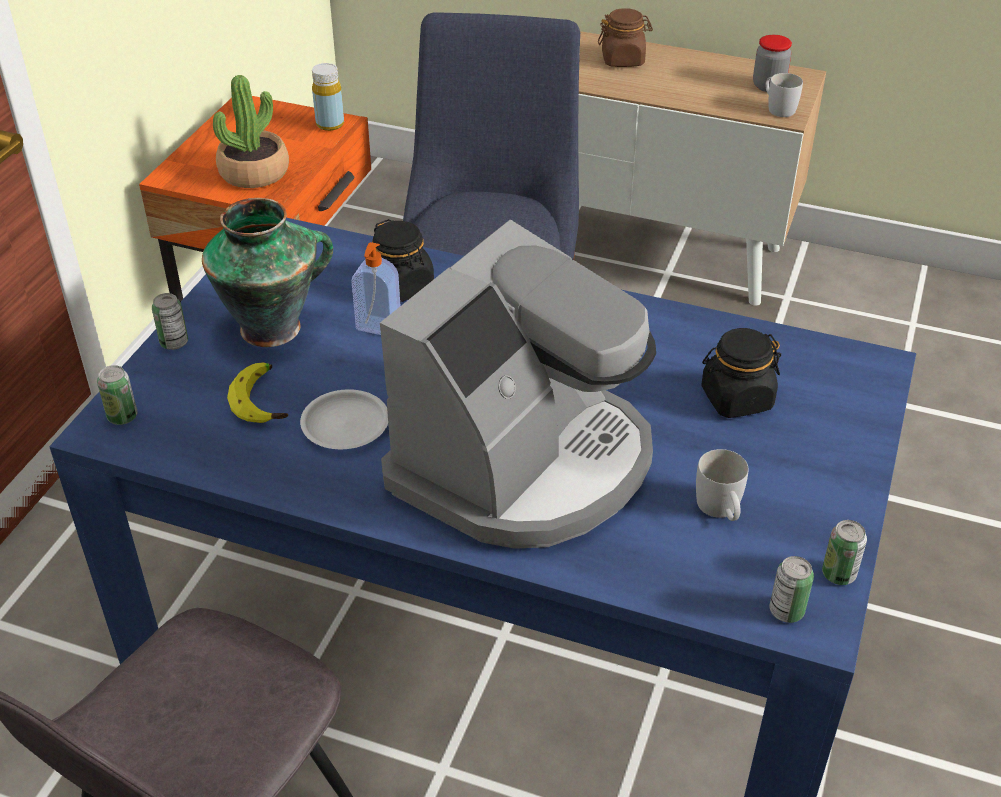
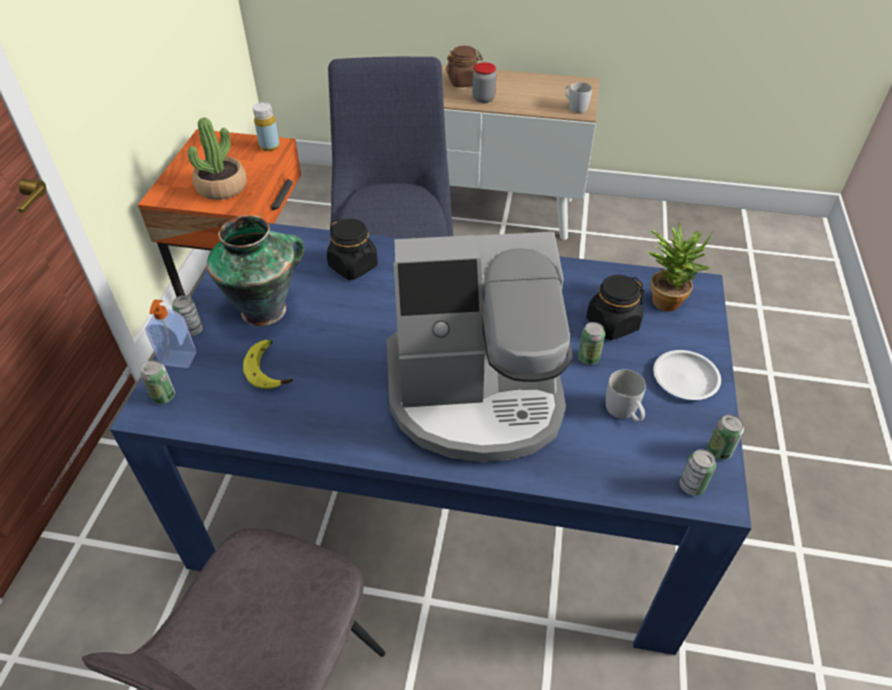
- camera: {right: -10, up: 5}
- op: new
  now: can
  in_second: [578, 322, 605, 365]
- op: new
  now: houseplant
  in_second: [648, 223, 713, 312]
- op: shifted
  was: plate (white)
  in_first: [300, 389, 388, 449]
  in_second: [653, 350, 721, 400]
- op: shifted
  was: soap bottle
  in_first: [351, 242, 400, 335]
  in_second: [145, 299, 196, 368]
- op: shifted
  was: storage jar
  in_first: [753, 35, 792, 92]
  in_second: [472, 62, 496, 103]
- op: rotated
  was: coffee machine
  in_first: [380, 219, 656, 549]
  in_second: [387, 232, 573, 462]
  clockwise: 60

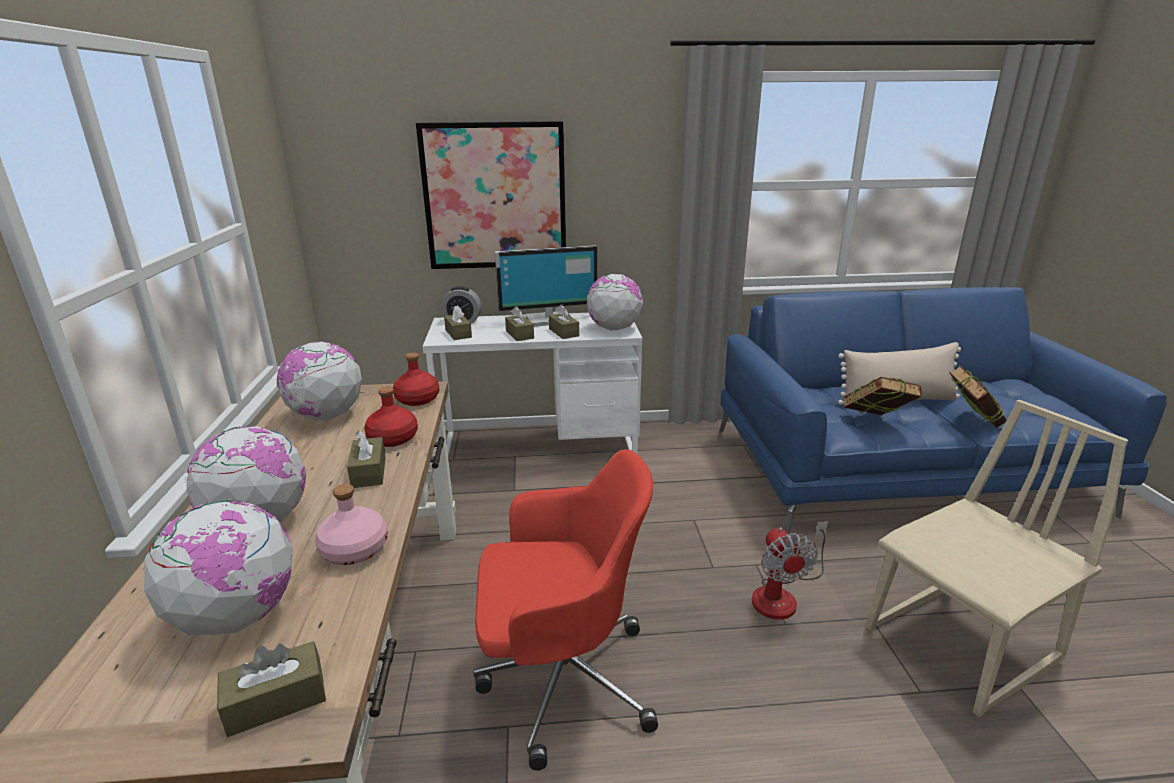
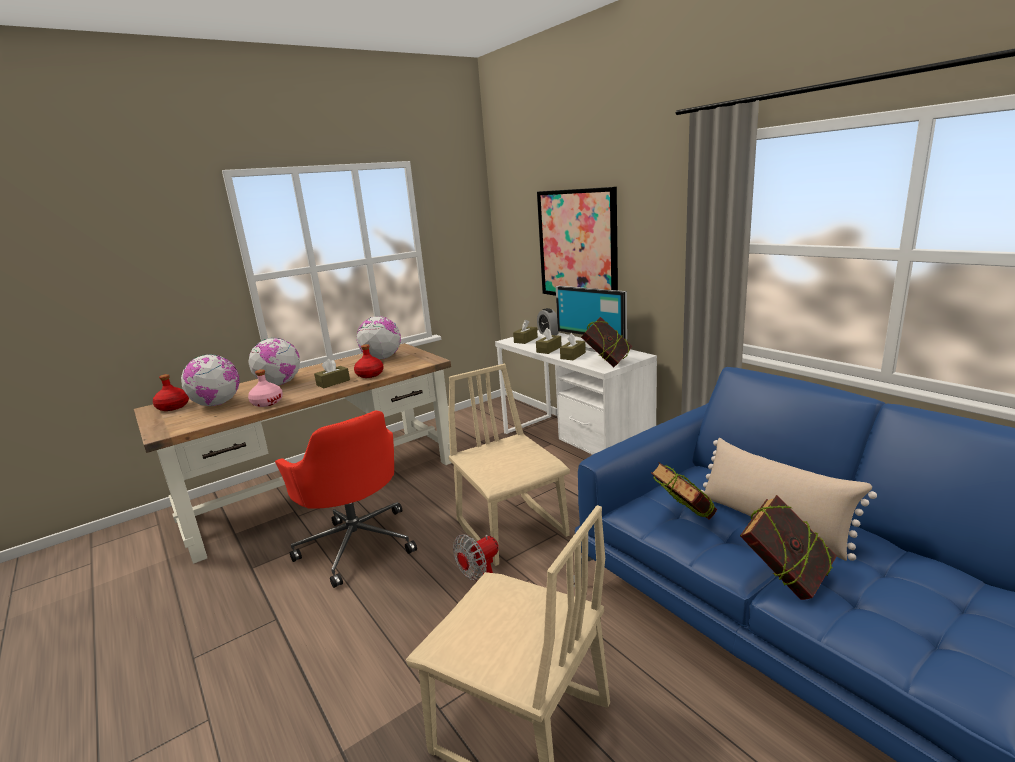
- camera: {right: 60, up: -5}
- op: gone
  was: tissue box (brownish)
  in_first: [217, 641, 326, 737]
- op: new
  now: upright chair (sand-coloured)
  in_second: [448, 364, 570, 566]
- op: shifted
  was: beverage bottle (reddish)
  in_first: [393, 353, 440, 406]
  in_second: [153, 374, 189, 411]
- op: swapped
  was: world globe
  now: bound book
  in_first: [587, 273, 643, 331]
  in_second: [581, 317, 633, 368]

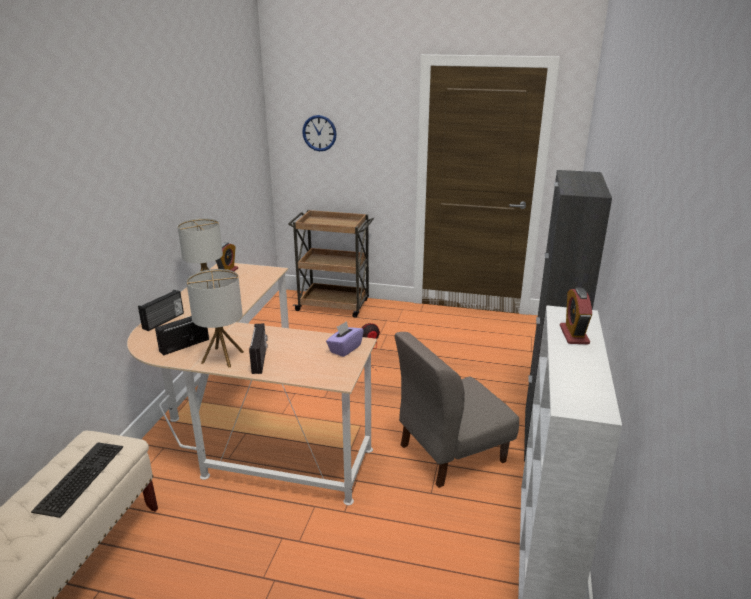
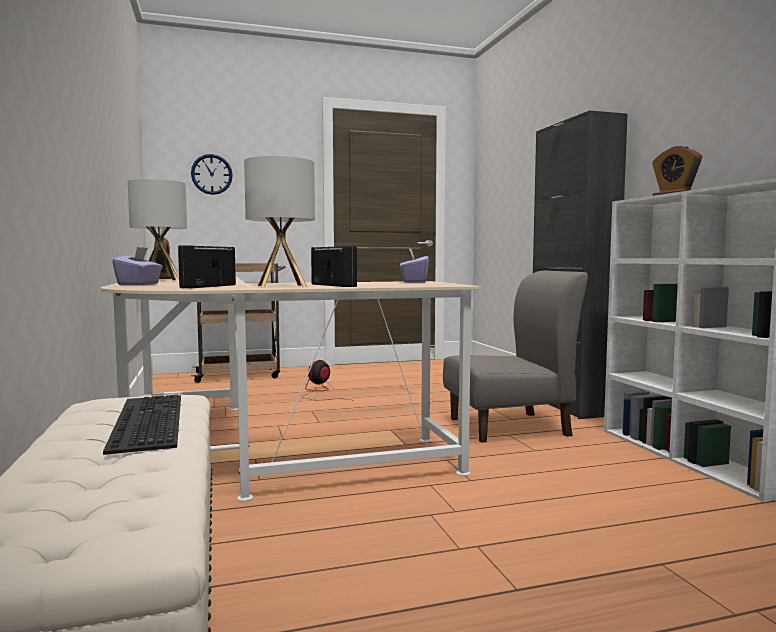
- camera: {right: -30, up: -20}
- op: swapped
  was: radio set
  now: tissue box (purplish)
  in_first: [138, 290, 184, 331]
  in_second: [112, 247, 162, 286]
- op: rotated
  was: upright chair (greyish)
  in_first: [394, 332, 519, 488]
  in_second: [443, 271, 588, 443]
  clockwise: -135

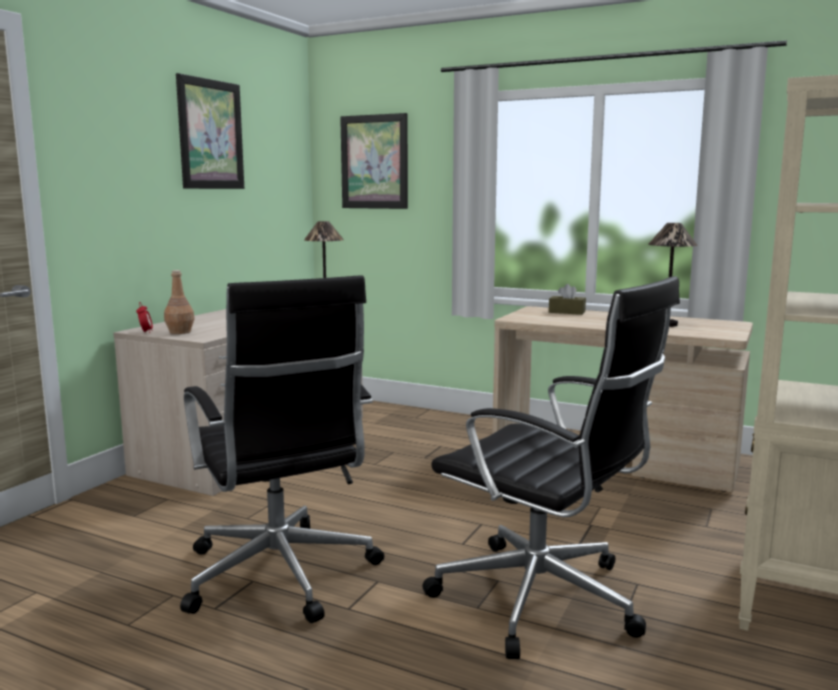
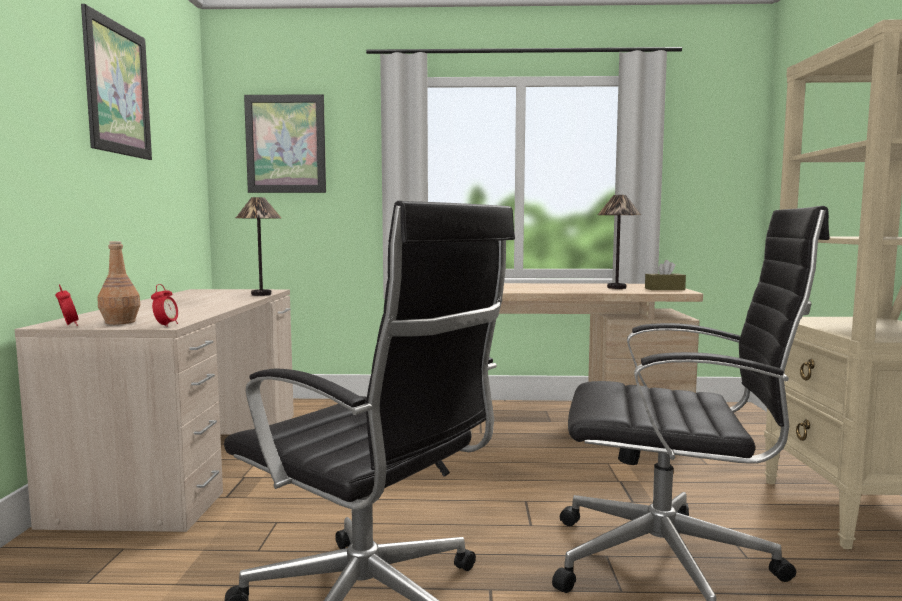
- camera: {right: -25, up: -5}
- op: new
  now: alarm clock
  in_second: [151, 284, 178, 327]
- op: shifted
  was: tissue box (brownish)
  in_first: [549, 284, 586, 315]
  in_second: [645, 260, 686, 290]

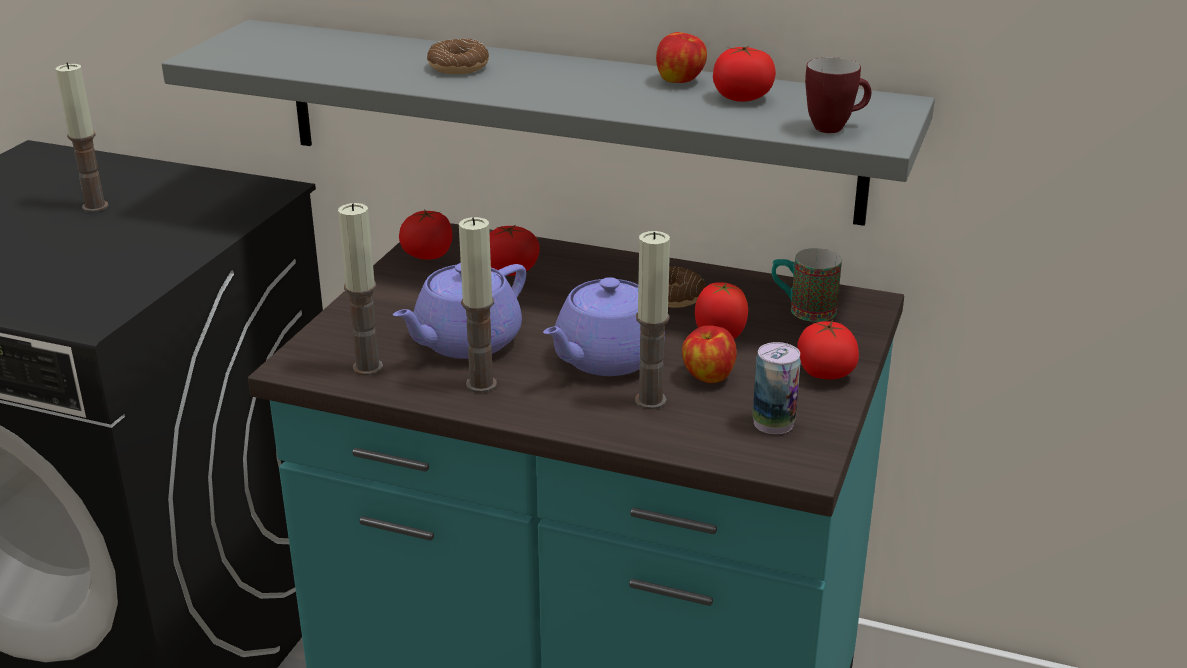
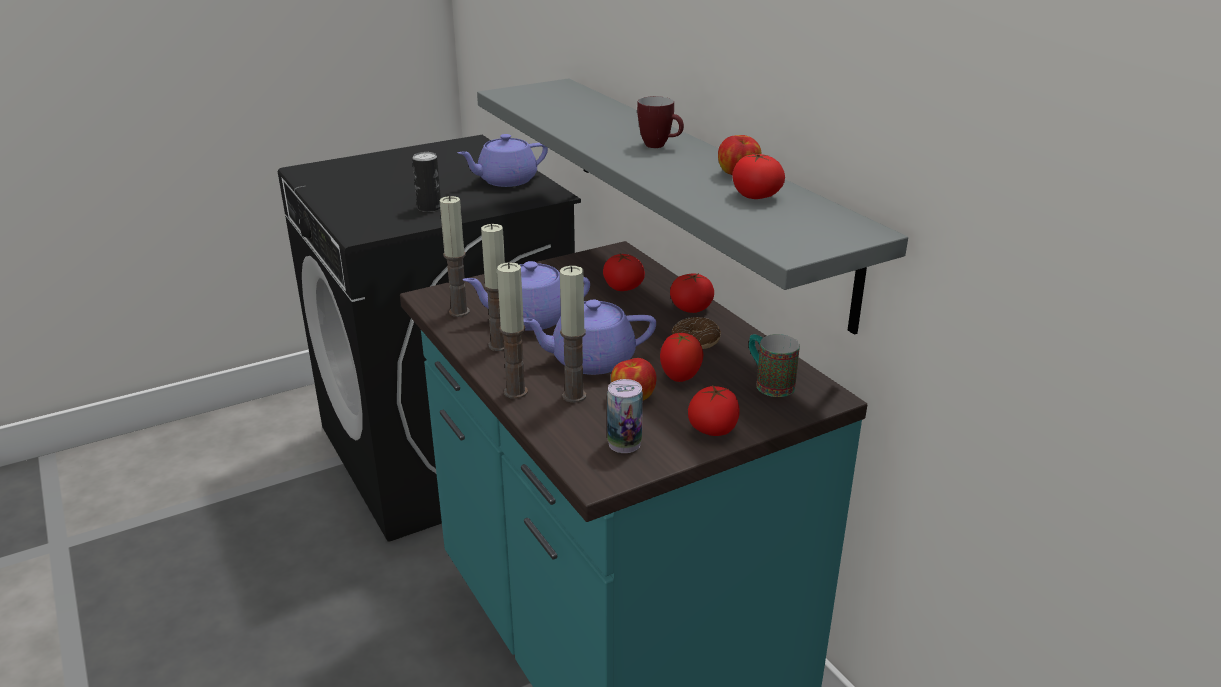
- camera: {right: 40, up: 0}
- op: gone
  was: ring doughnut
  in_first: [427, 39, 489, 74]
- op: new
  now: can
  in_second: [412, 152, 441, 212]
- op: new
  now: tea pot (purplish)
  in_second: [458, 134, 548, 187]
- op: shifted
  was: candle
  in_first: [55, 62, 108, 212]
  in_second: [497, 262, 528, 399]
- op: shifted
  was: whole tomato
  in_first: [399, 209, 453, 260]
  in_second: [670, 273, 714, 313]
- op: shifted
  was: mug
  in_first: [805, 57, 871, 133]
  in_second: [637, 96, 684, 148]

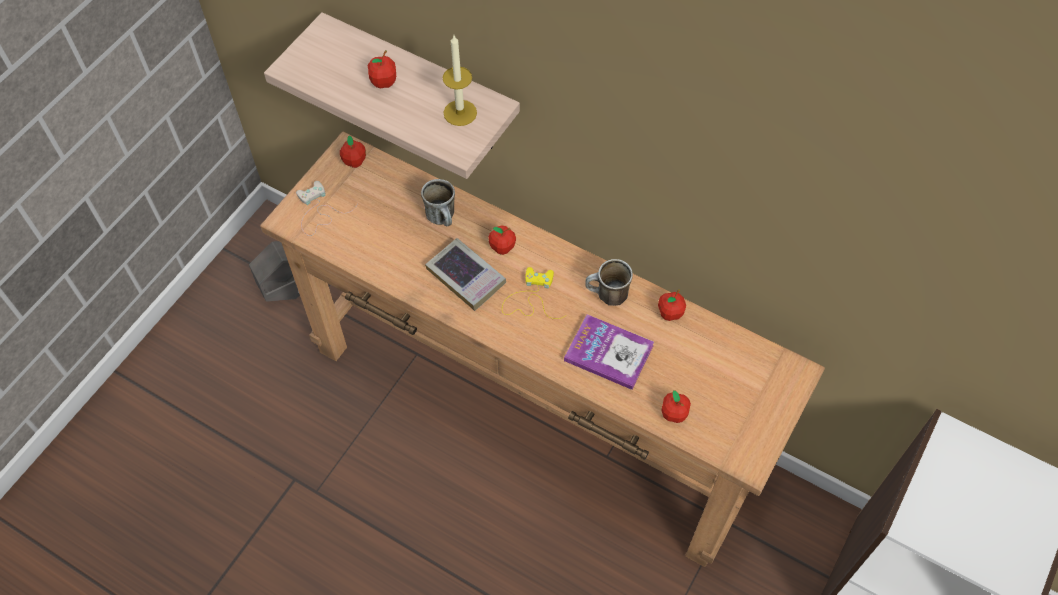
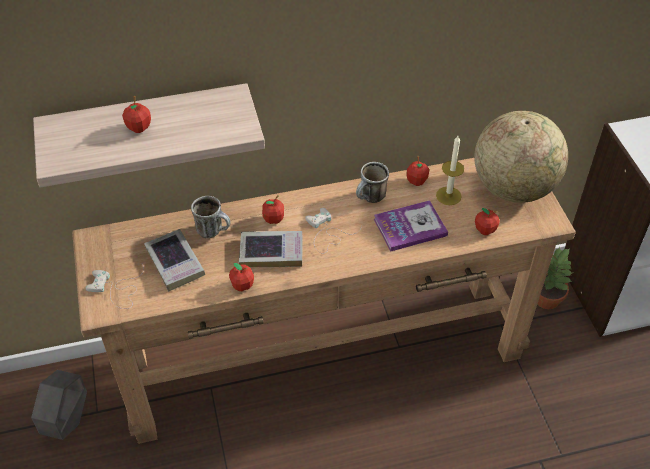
- camera: {right: -45, up: -10}
- op: new
  now: bound book
  in_second: [144, 229, 205, 291]
- op: new
  now: world globe
  in_second: [474, 111, 568, 203]
- op: new
  now: houseplant
  in_second: [537, 247, 572, 309]
- op: shifted
  was: apple
  in_first: [340, 136, 366, 168]
  in_second: [229, 263, 254, 291]
- op: shifted
  was: candle
  in_first: [443, 35, 477, 126]
  in_second: [436, 136, 464, 205]
- op: repainted
  was: game controller (yellow)
  now: game controller (white)
  in_first: [502, 267, 565, 319]
  in_second: [305, 208, 362, 254]

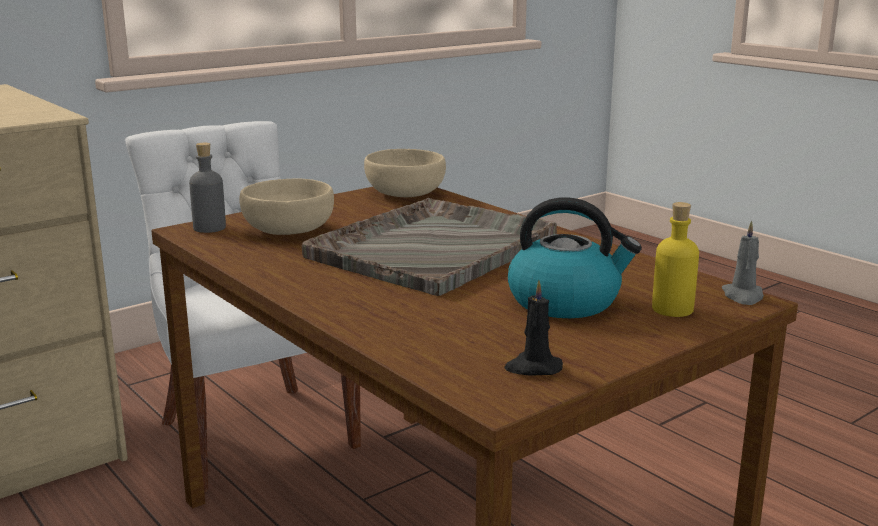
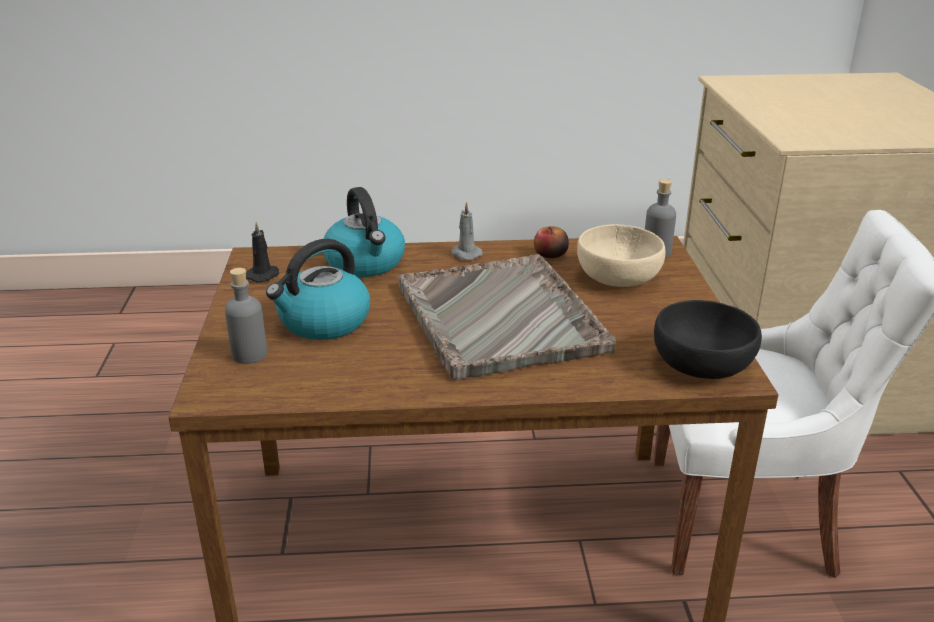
- camera: {right: 125, up: 10}
- op: new
  now: tea kettle
  in_second: [323, 187, 405, 277]
- op: new
  now: apple
  in_second: [534, 226, 569, 258]
- op: shifted
  was: candle (greyish)
  in_first: [722, 221, 764, 305]
  in_second: [451, 202, 483, 260]
- op: repainted
  was: bowl (sand-coloured)
  now: bowl (black)
  in_first: [364, 149, 446, 197]
  in_second: [654, 300, 762, 379]
- op: repainted
  was: beverage bottle (yellow)
  now: beverage bottle (greyish)
  in_first: [652, 202, 699, 317]
  in_second: [225, 268, 267, 364]

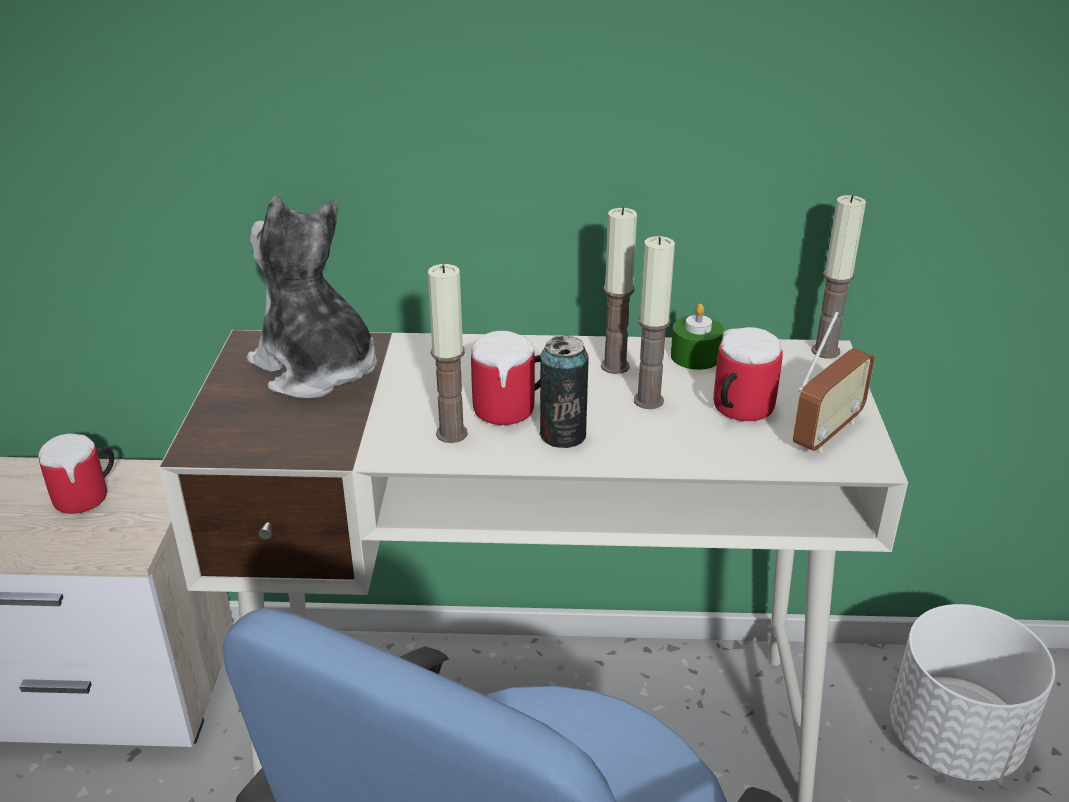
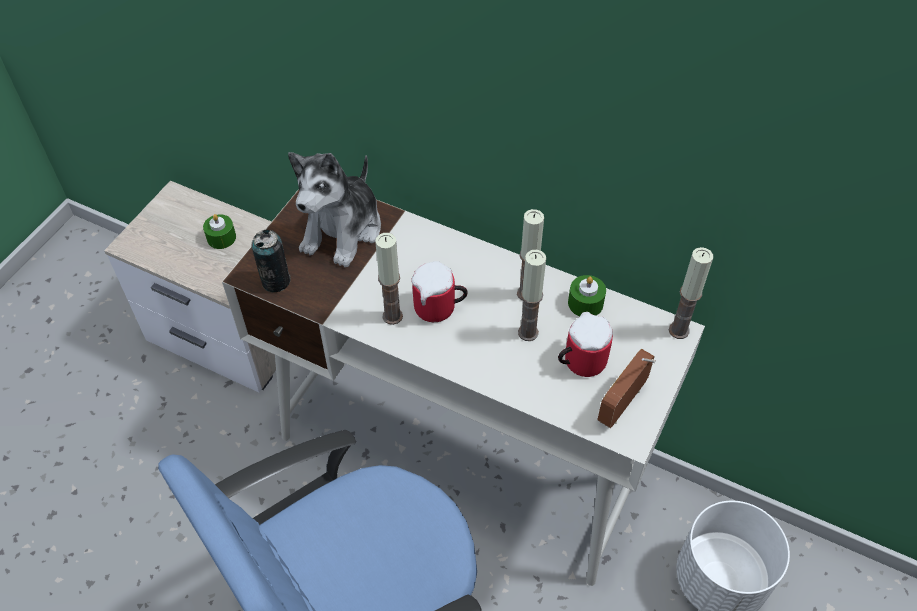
- camera: {right: 25, up: 20}
- op: shifted
  was: can
  in_first: [540, 335, 589, 448]
  in_second: [251, 230, 291, 292]
- op: swapped
  was: mug
  now: candle (green)
  in_first: [38, 434, 114, 514]
  in_second: [203, 214, 236, 249]
- op: rotated
  was: soft toy
  in_first: [247, 196, 377, 399]
  in_second: [288, 152, 381, 267]
  clockwise: -135
- op: rotated
  was: radio set
  in_first: [793, 312, 875, 453]
  in_second: [597, 349, 656, 428]
  clockwise: 150

